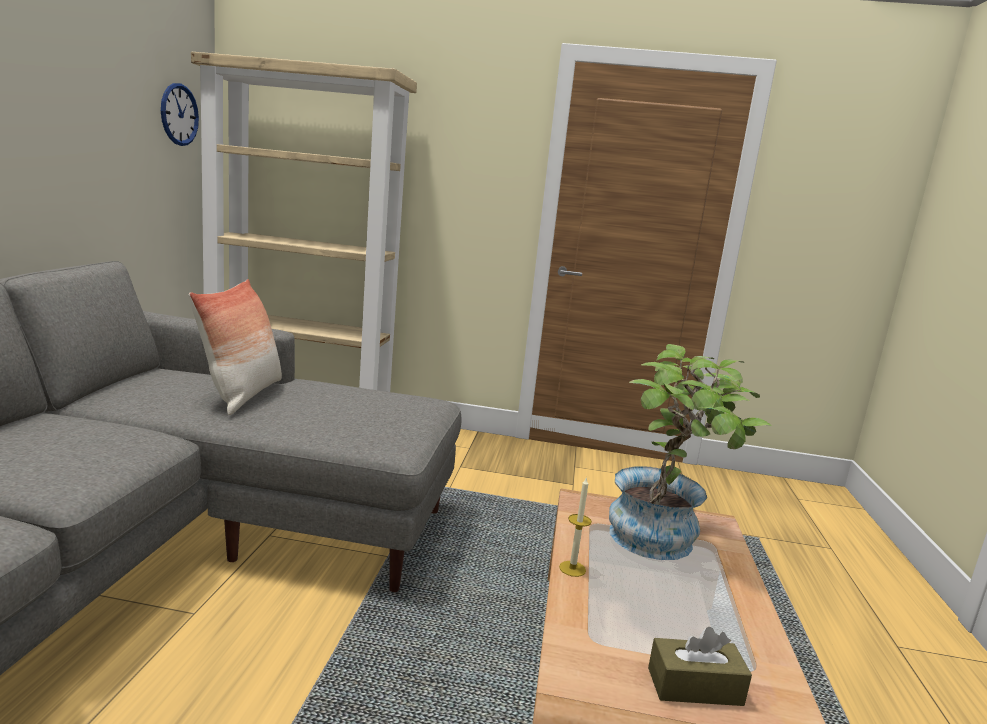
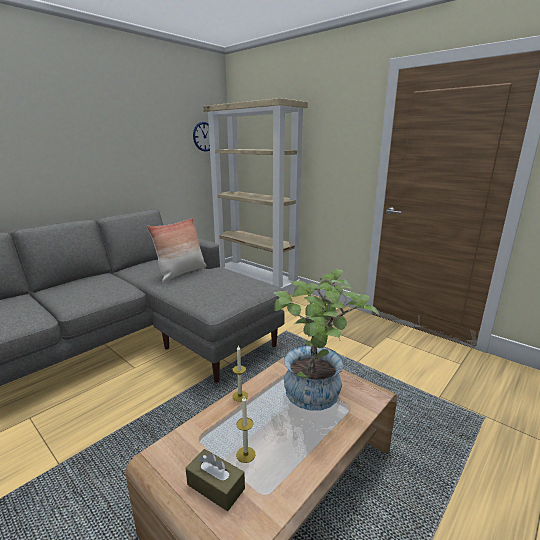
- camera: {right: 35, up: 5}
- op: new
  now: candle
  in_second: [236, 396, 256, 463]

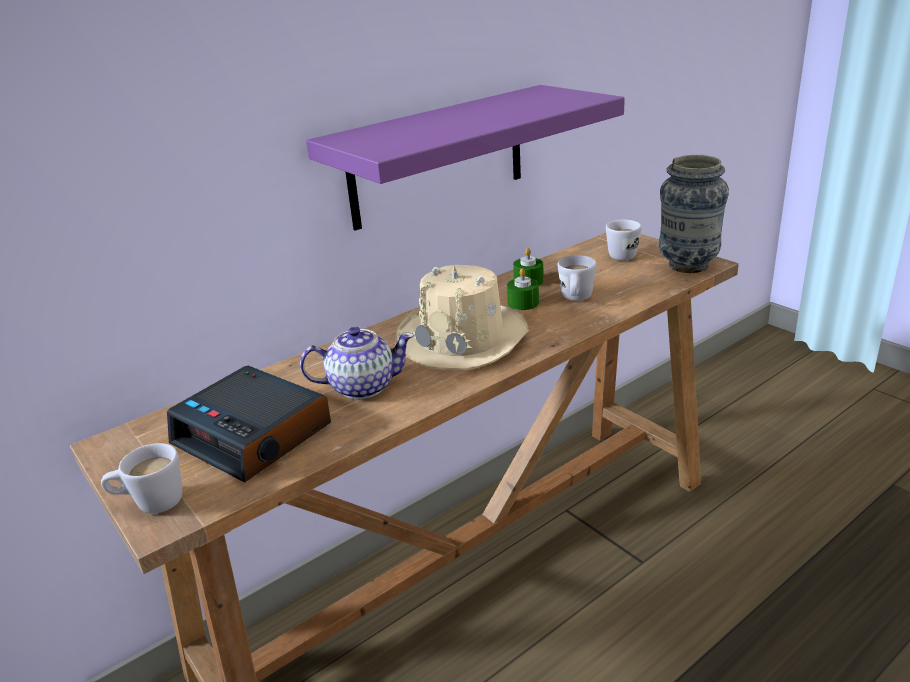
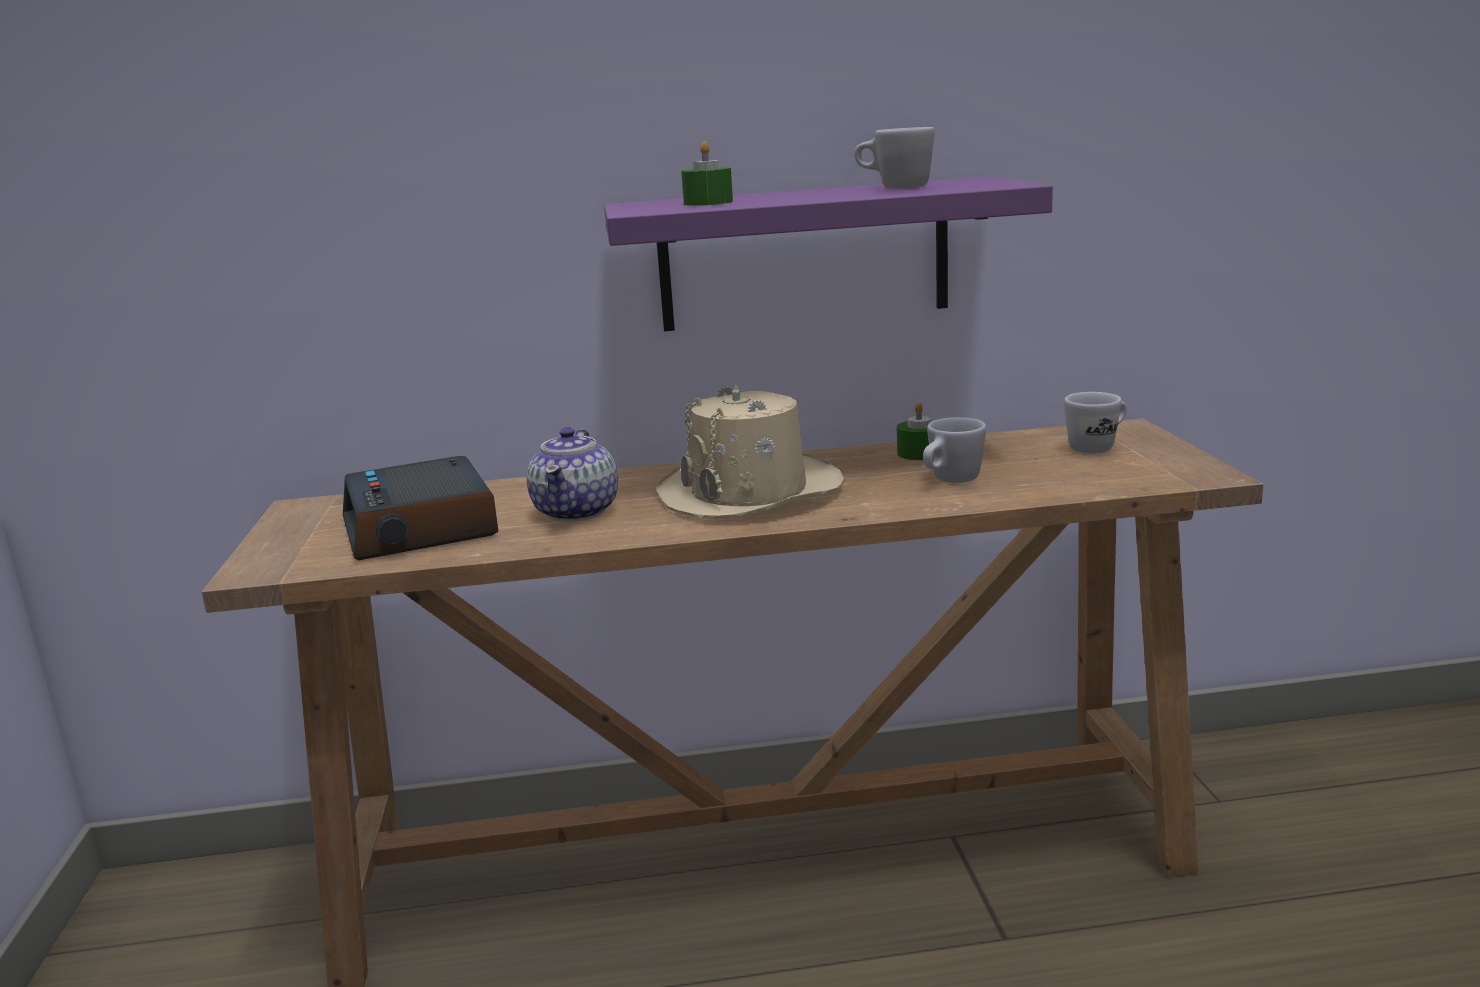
- camera: {right: 30, up: -10}
- op: gone
  was: vase
  in_first: [659, 155, 729, 273]
- op: shifted
  was: mug (white)
  in_first: [101, 443, 182, 514]
  in_second: [854, 127, 935, 189]
- op: shifted
  was: candle (green)
  in_first: [507, 268, 539, 310]
  in_second: [681, 141, 733, 206]
- op: rotated
  was: tea pot
  in_first: [300, 327, 414, 399]
  in_second: [527, 427, 618, 522]
  clockwise: 75

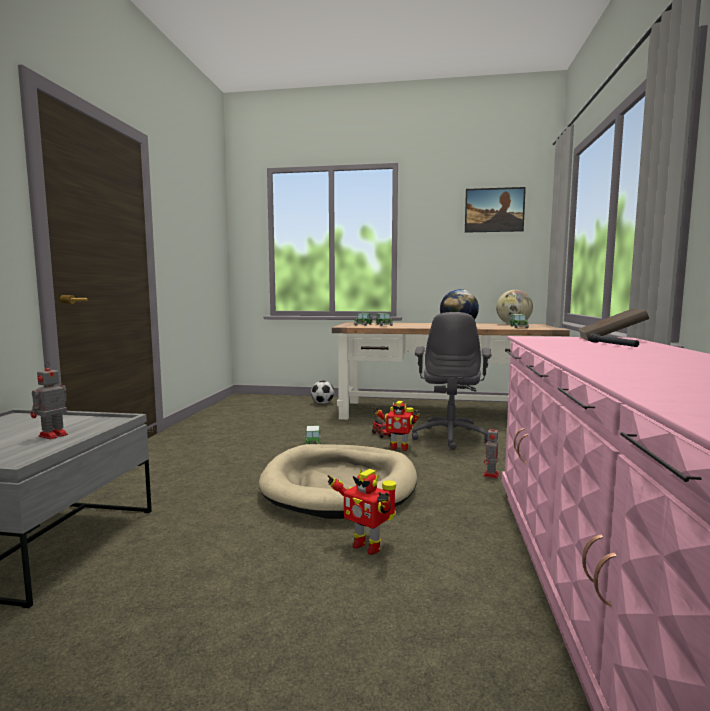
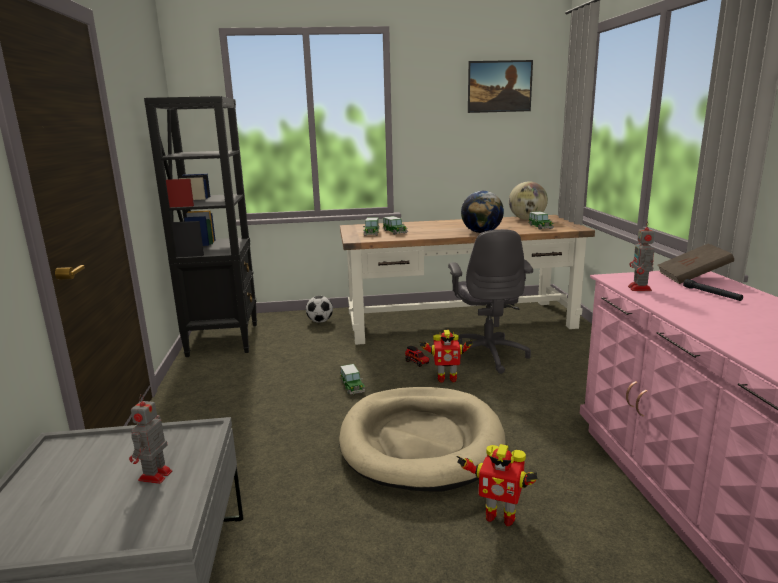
- camera: {right: -15, up: 10}
- op: new
  now: bookshelf (black)
  in_second: [144, 96, 257, 357]
- op: shifted
  was: model robot
  in_first: [483, 425, 499, 479]
  in_second: [628, 224, 655, 291]

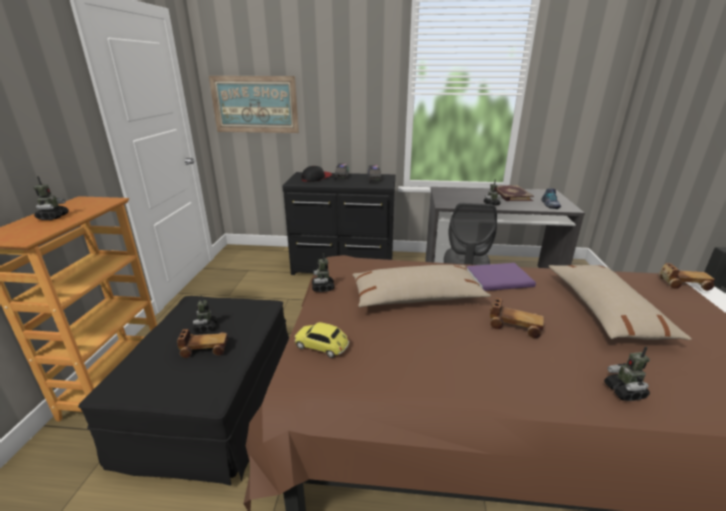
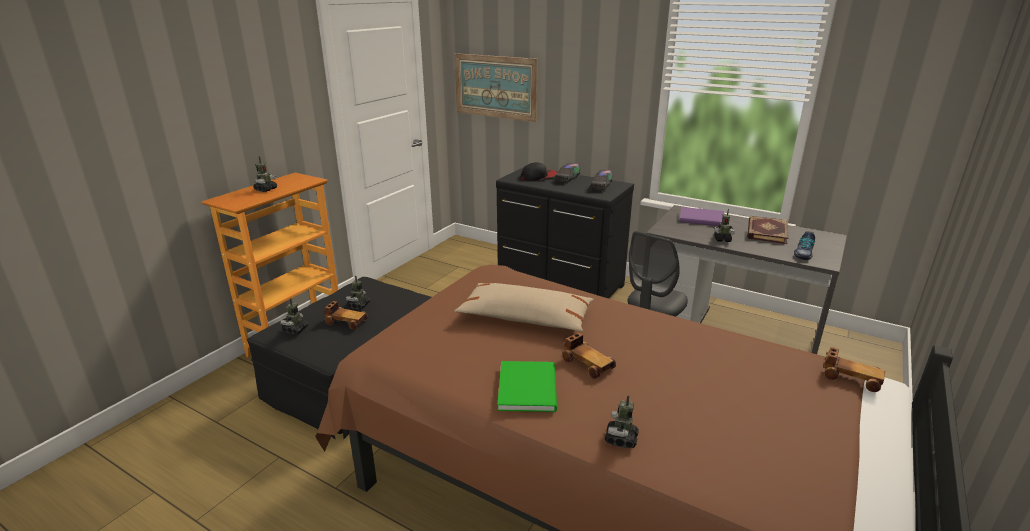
- camera: {right: 25, up: 0}
- op: gone
  was: toy car
  in_first: [295, 322, 349, 358]
- op: gone
  was: pillow (sand-coloured)
  in_first: [548, 265, 692, 340]
- op: new
  now: bound book (green)
  in_second: [498, 361, 557, 412]
- op: shifted
  was: model robot
  in_first: [312, 253, 335, 292]
  in_second: [280, 298, 308, 334]
- op: shifted
  was: bound book (purplish)
  in_first: [466, 263, 536, 291]
  in_second: [679, 207, 724, 226]

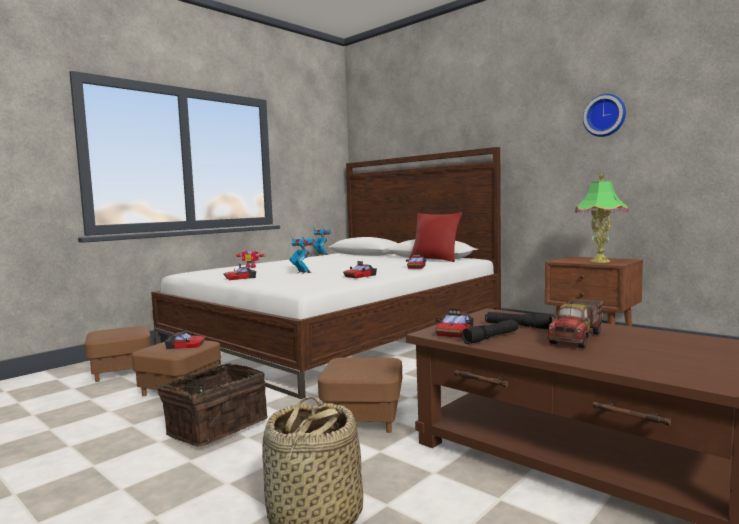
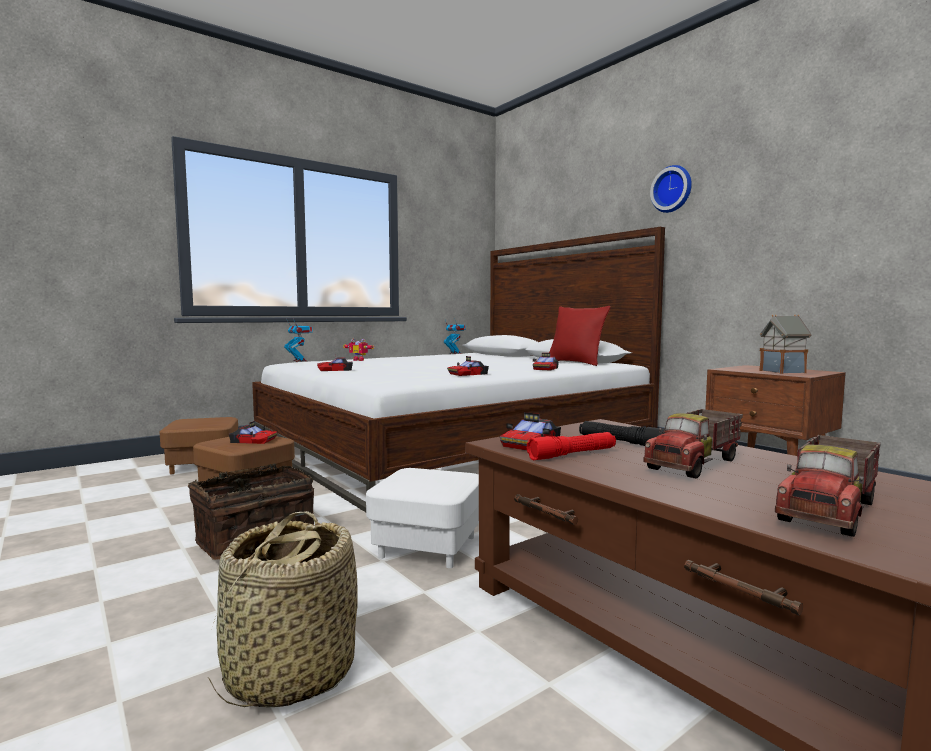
- camera: {right: 10, up: 0}
- op: new
  now: model truck
  in_second: [775, 435, 881, 537]
- op: shifted
  was: model robot
  in_first: [289, 232, 315, 274]
  in_second: [284, 319, 313, 362]
- op: shifted
  was: clock on the wall
  in_first: [583, 94, 626, 137]
  in_second: [650, 165, 692, 213]
- op: swapped
  was: tabletop lamp
  now: toy house
  in_first: [575, 174, 628, 263]
  in_second: [759, 315, 812, 374]
- op: repainted
  was: ottoman (brownish)
  now: ottoman (white)
  in_first: [318, 358, 402, 433]
  in_second: [366, 468, 479, 568]
- op: repainted
  was: torch (black)
  now: torch (reddish)
  in_first: [461, 320, 519, 344]
  in_second: [527, 432, 616, 460]

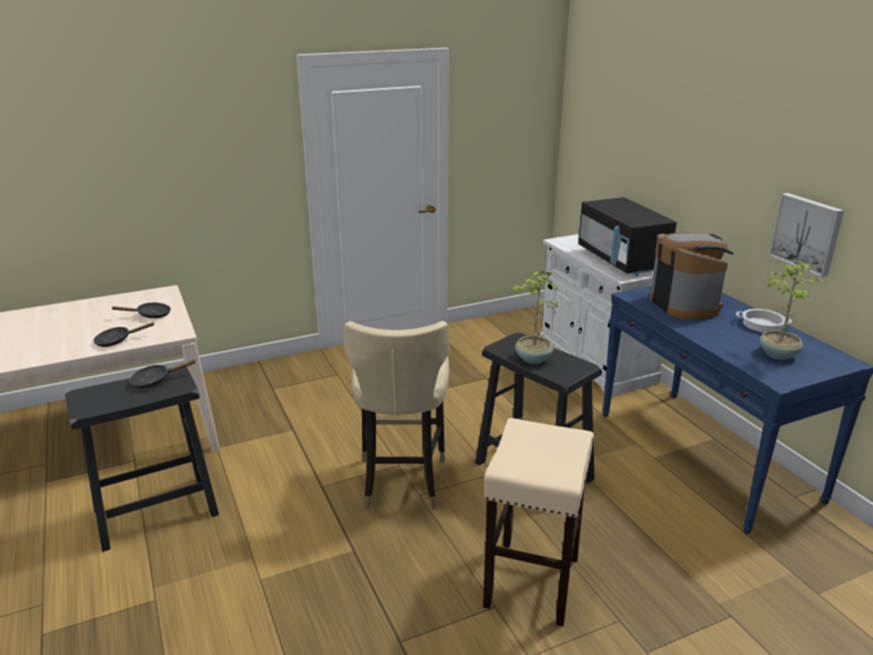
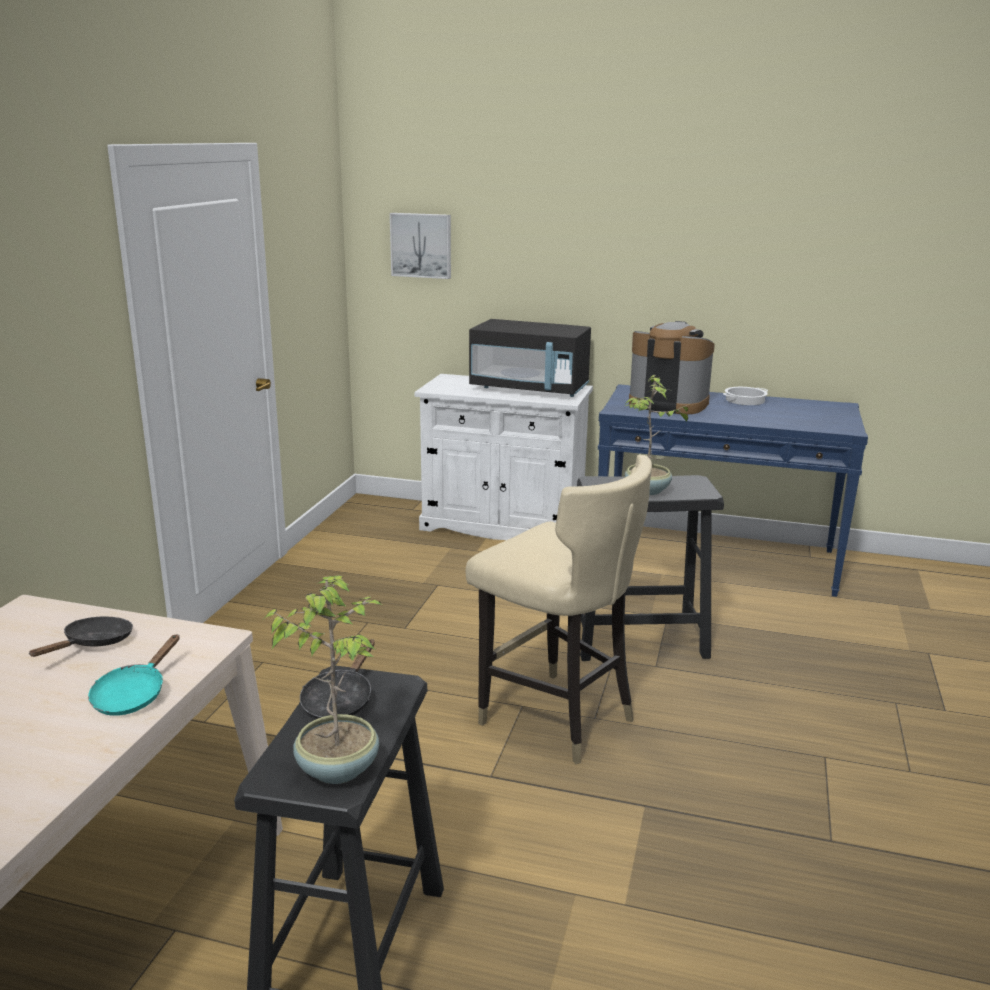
- camera: {right: -50, up: -5}
- op: gone
  was: sitting stool (sand-coloured)
  in_first: [483, 418, 594, 626]
- op: shifted
  was: houseplant
  in_first: [760, 261, 826, 360]
  in_second: [265, 575, 382, 784]
- op: shifted
  was: wall picture
  in_first: [769, 193, 844, 277]
  in_second: [390, 213, 451, 279]
- op: repainted
  was: pan (black)
  now: pan (blue-green)
  in_first: [93, 322, 154, 347]
  in_second: [88, 634, 180, 716]

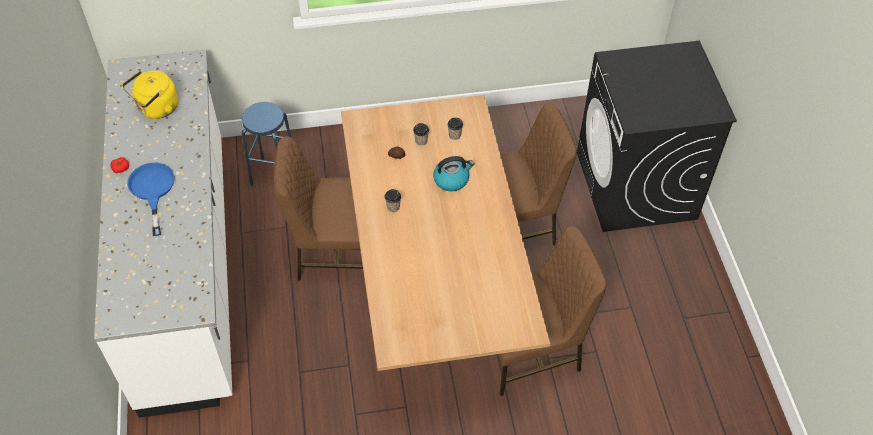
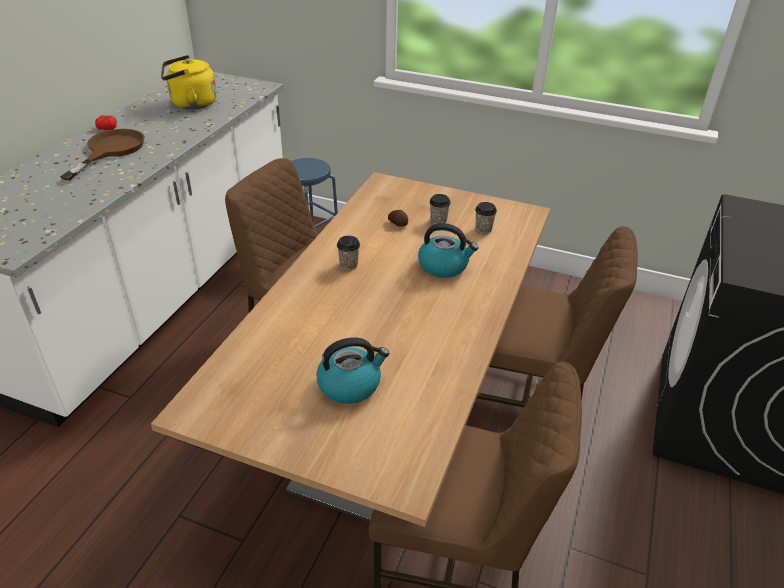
- camera: {right: 30, up: -15}
- op: new
  now: tea kettle
  in_second: [316, 337, 389, 404]
- op: repainted
  was: pan (blue-coloured)
  now: pan (brownish)
  in_first: [127, 162, 175, 236]
  in_second: [60, 129, 145, 181]

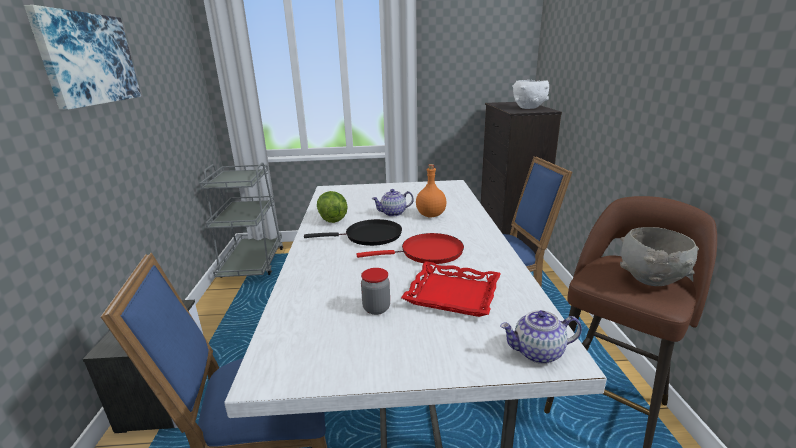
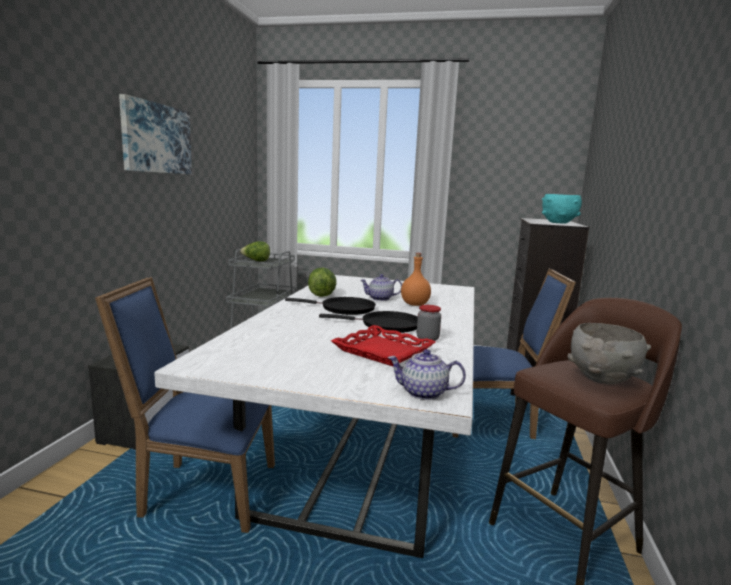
- camera: {right: 15, up: -10}
- op: new
  now: head of lettuce
  in_second: [240, 241, 270, 261]
- op: shifted
  was: storage jar
  in_first: [361, 268, 390, 315]
  in_second: [417, 305, 441, 341]
- op: repainted
  was: pan (reddish)
  now: pan (black)
  in_first: [357, 233, 464, 264]
  in_second: [319, 311, 418, 333]
- op: repainted
  was: bowl (white)
  now: bowl (blue-green)
  in_first: [512, 80, 549, 109]
  in_second: [542, 194, 582, 224]

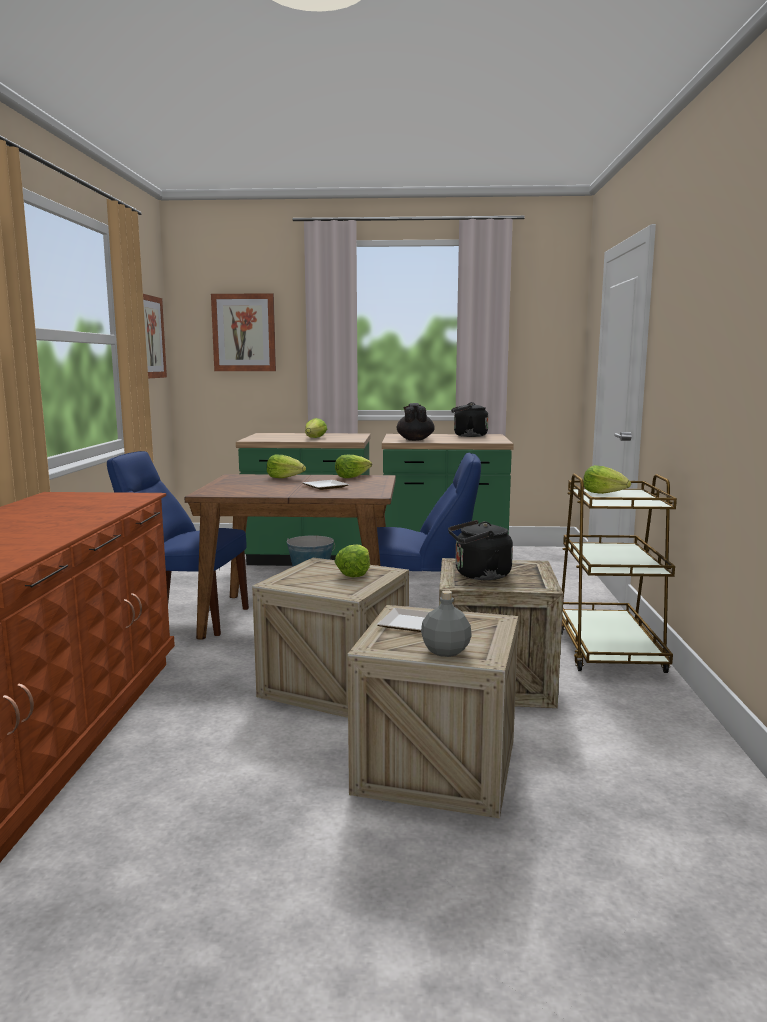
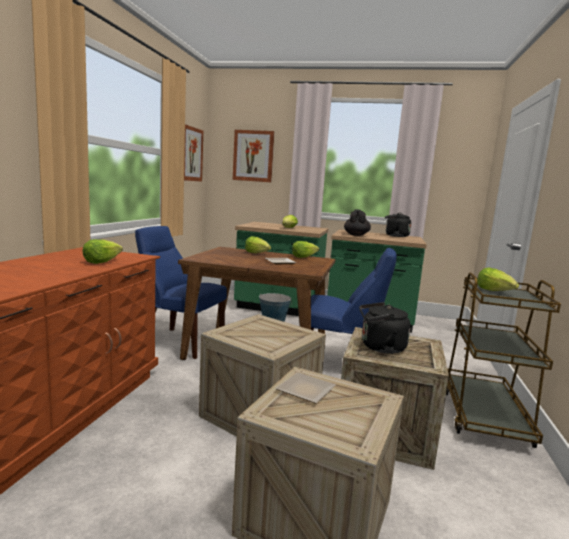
- camera: {right: 10, up: 0}
- op: gone
  was: beverage bottle (greyish)
  in_first: [421, 590, 472, 657]
- op: shifted
  was: head of lettuce
  in_first: [335, 545, 370, 577]
  in_second: [82, 239, 123, 264]

